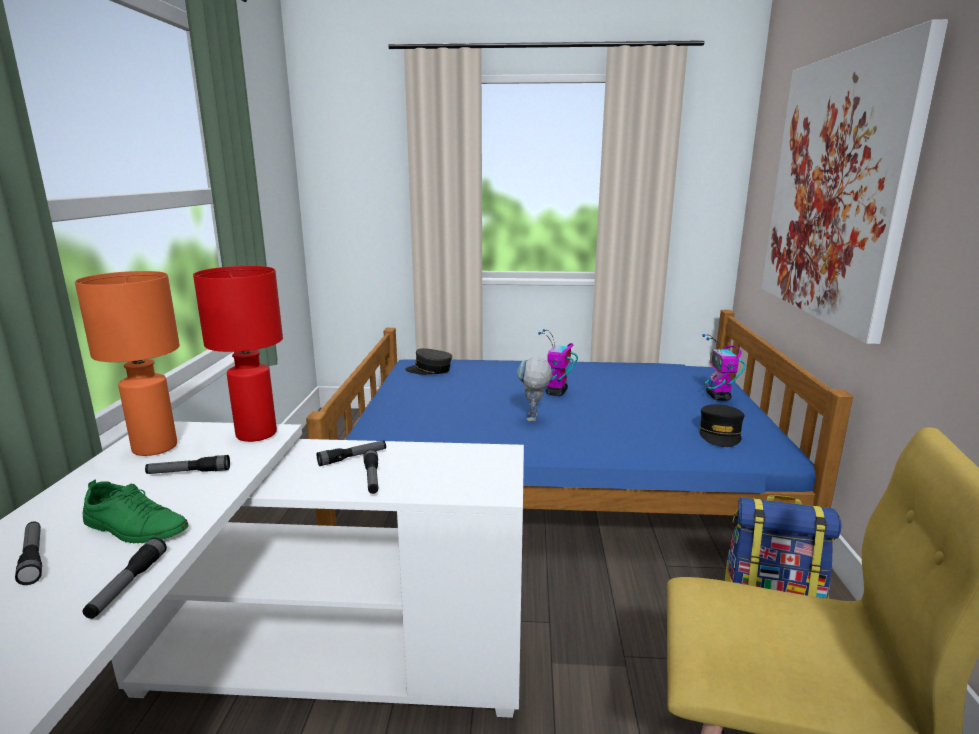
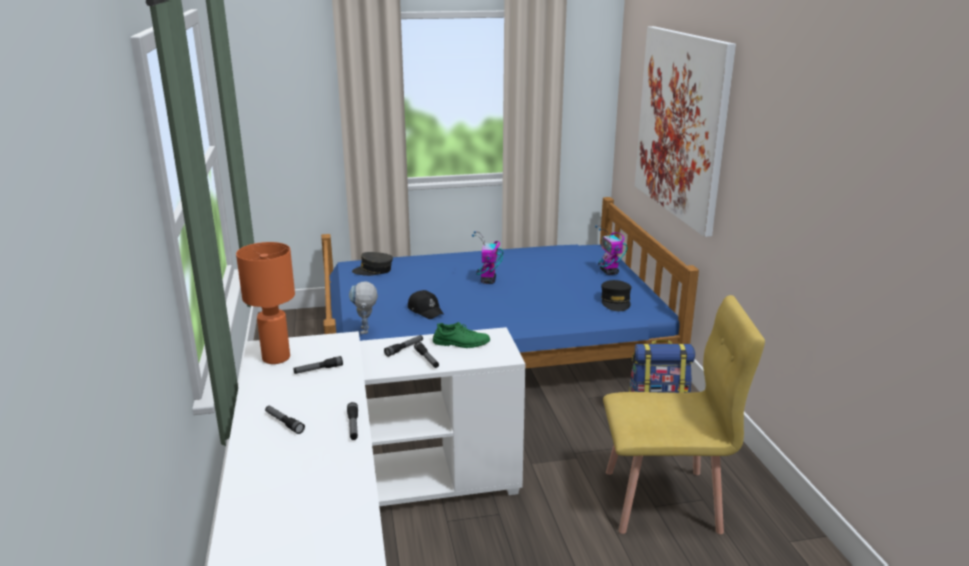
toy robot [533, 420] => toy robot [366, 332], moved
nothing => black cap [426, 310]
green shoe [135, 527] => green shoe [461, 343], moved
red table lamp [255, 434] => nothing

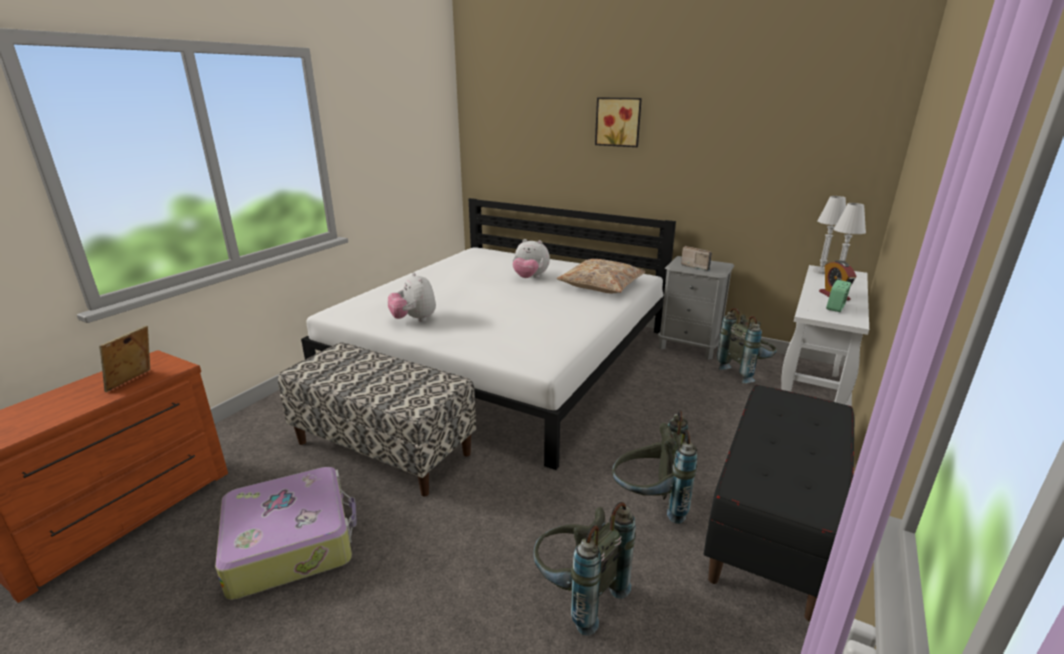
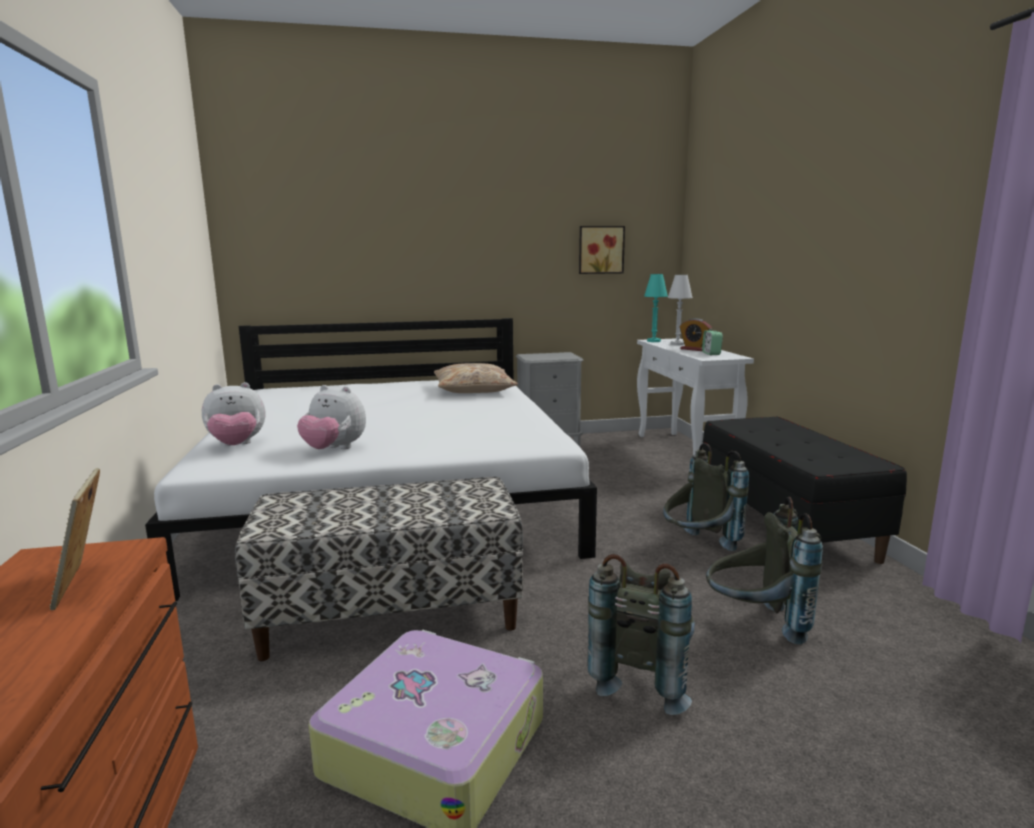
plush toy [530, 278] => plush toy [237, 446], moved
picture [618, 122] => picture [600, 250], moved
grey backpack [745, 372] => grey backpack [642, 678], moved
white table lamp [821, 271] => turquoise table lamp [653, 341]
radio [696, 266] => nothing

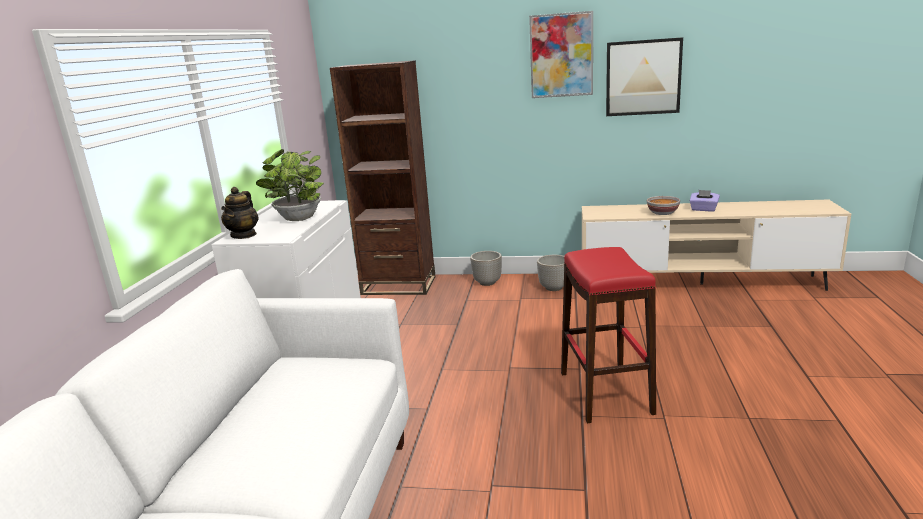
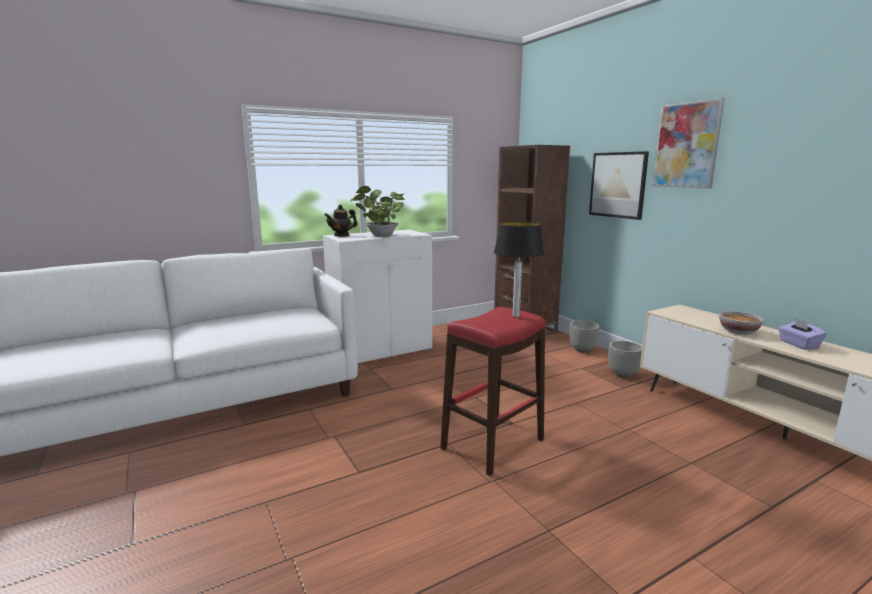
nothing => table lamp [516, 315]
picture [643, 77] => picture [618, 185], moved

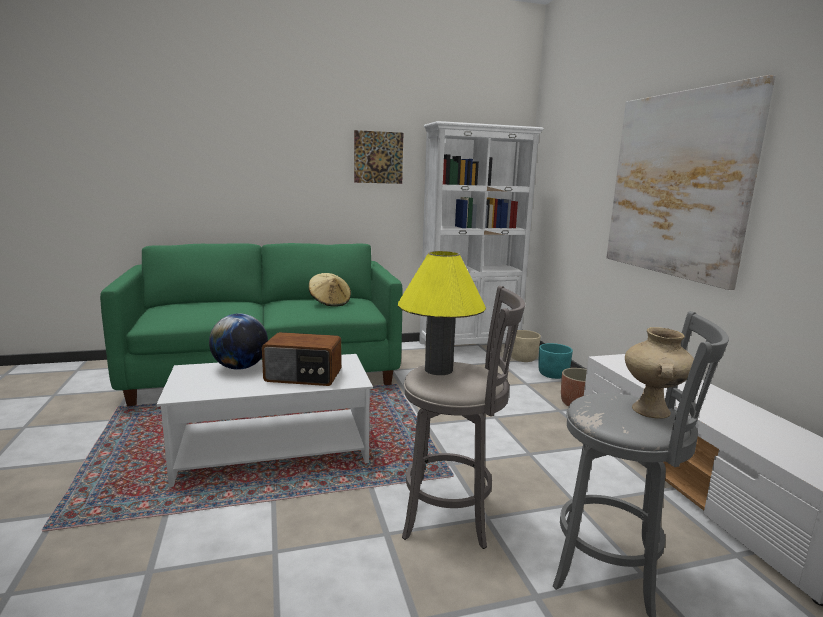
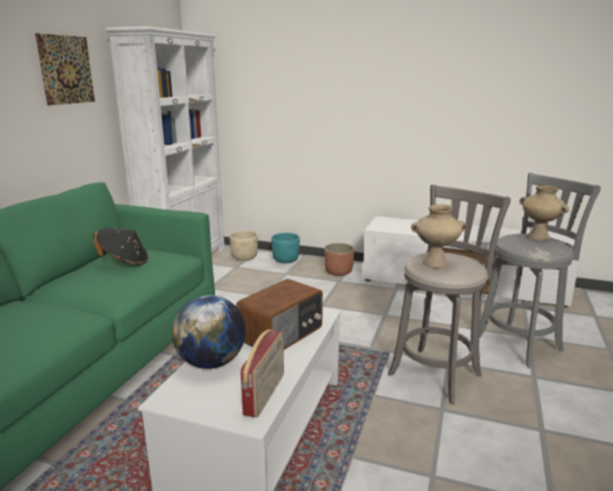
beige hat [330, 302] => black hat [125, 262]
nothing => radio [265, 394]
yellow table lamp [438, 370] => beige vase [434, 264]
picture [677, 185] => nothing

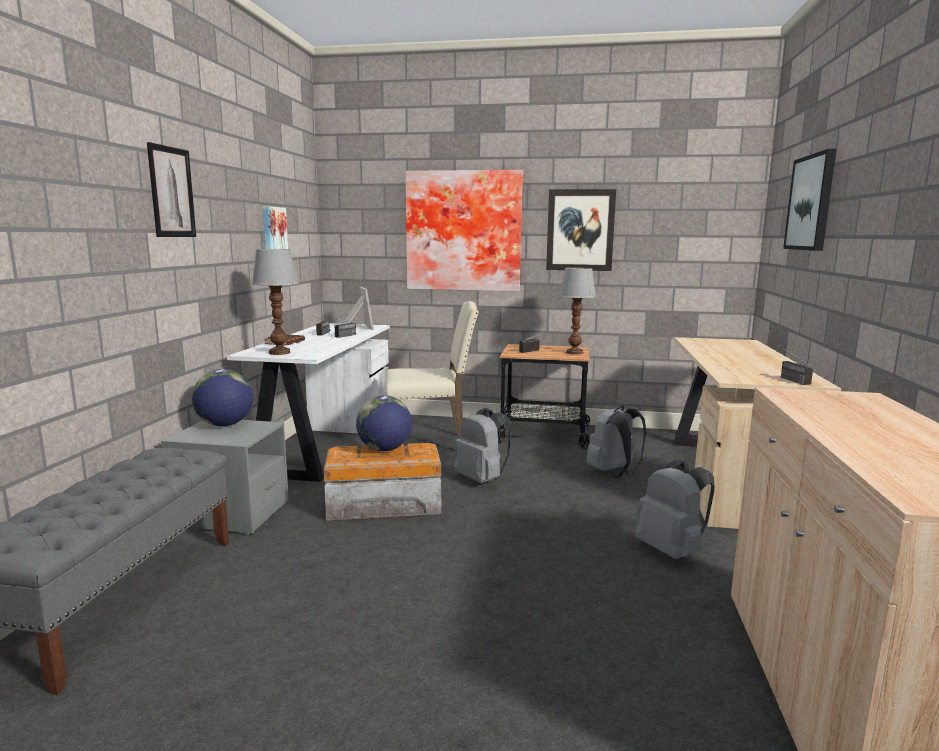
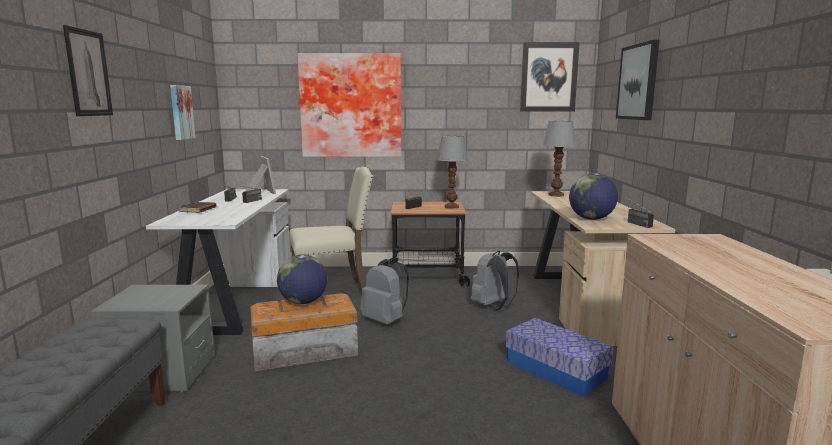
grey backpack [672, 551] => storage box [556, 370]
picture [580, 230] => picture [548, 77], moved
table lamp [279, 353] => table lamp [556, 195], moved
globe [225, 425] => globe [591, 219], moved

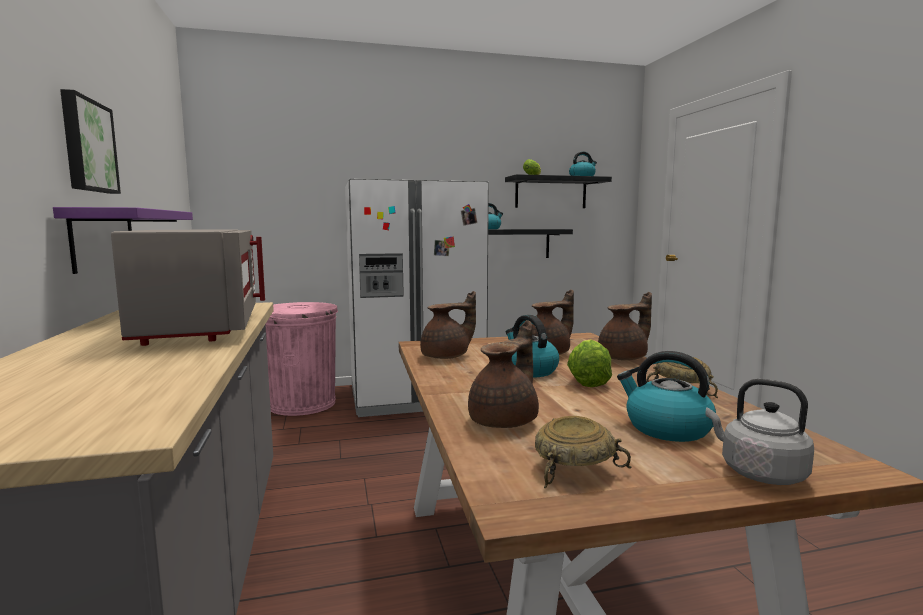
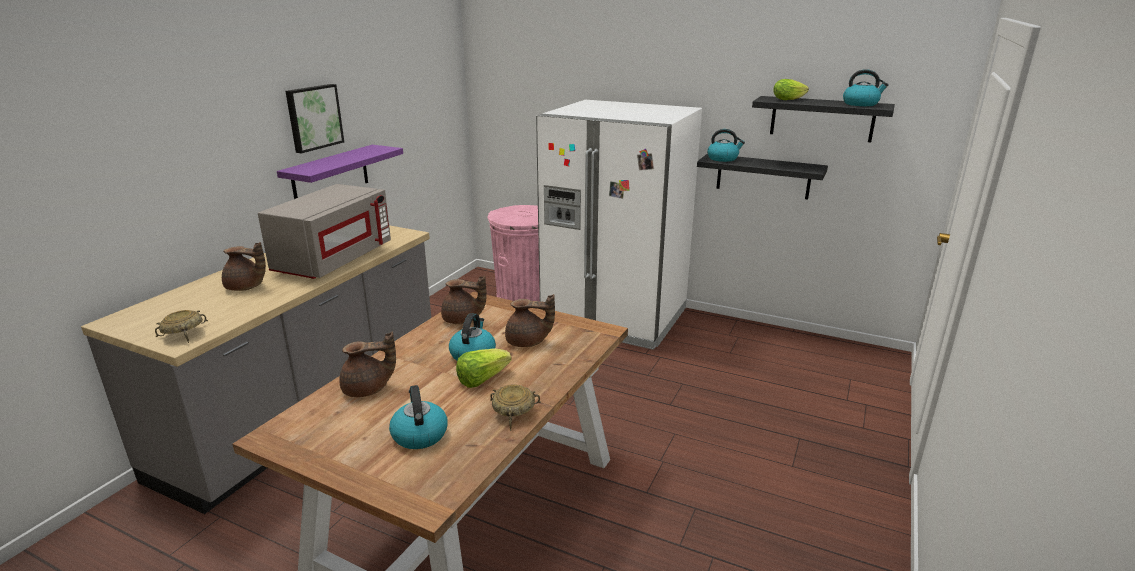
beige bowl [574, 467] => beige bowl [185, 334], moved
brown teapot [624, 358] => brown teapot [246, 287], moved
grey kettle [758, 472] => nothing

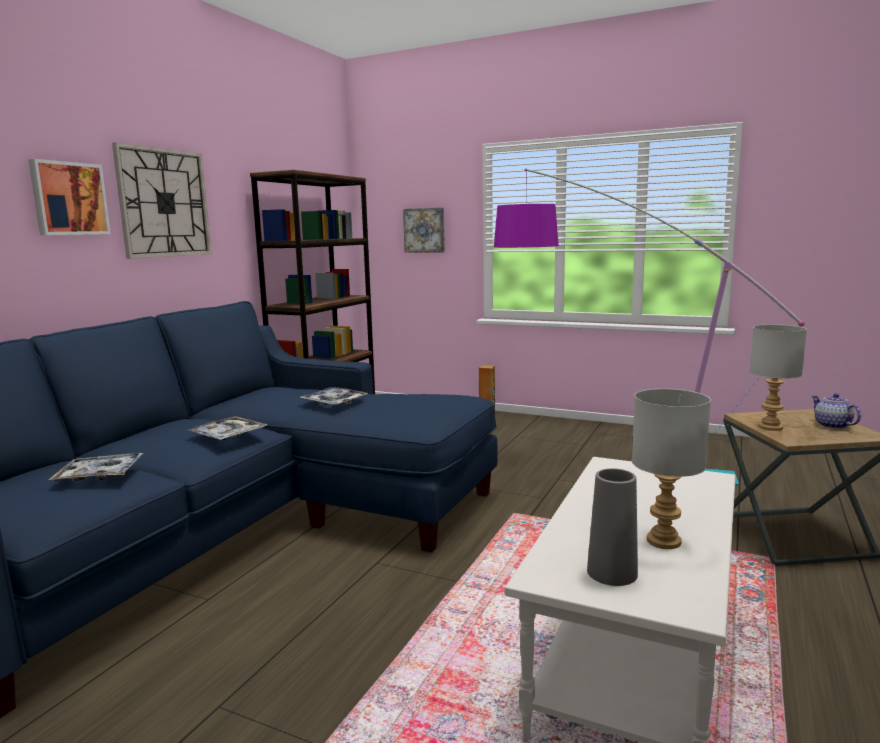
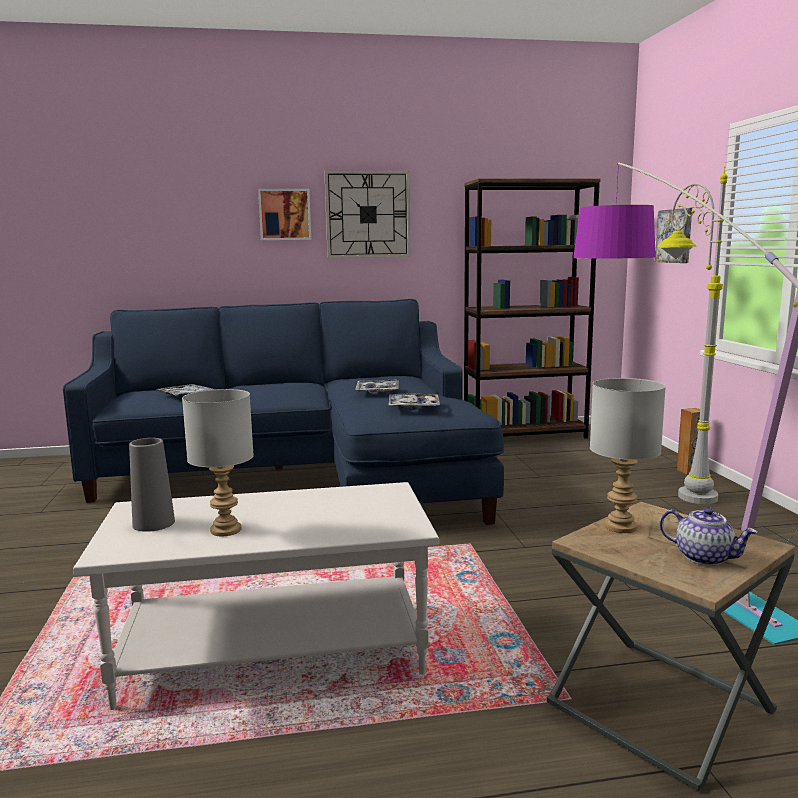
tray [228, 435] => tray [413, 407], moved
nothing => grey floor lamp [677, 487]
teapot [832, 425] => teapot [704, 557], 90 degrees clockwise

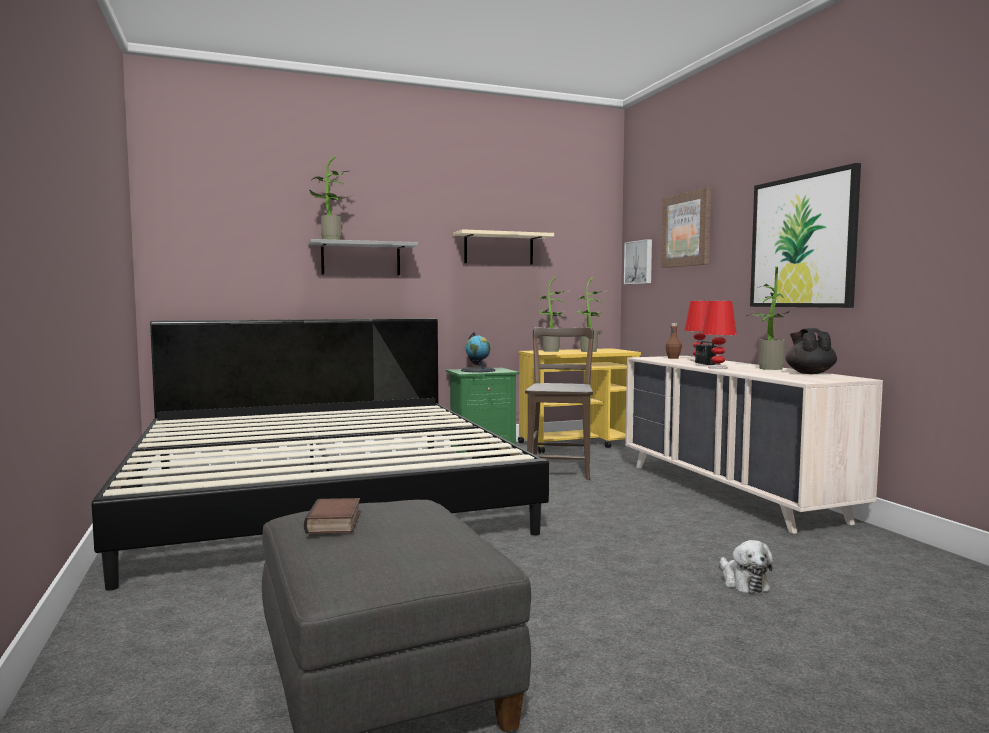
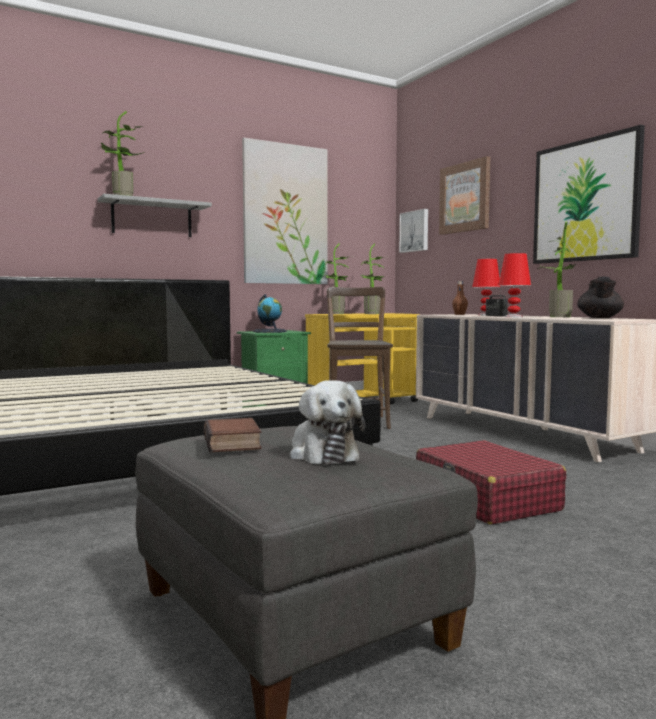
beige shelf [499, 248] => picture [285, 214]
plush toy [743, 582] => plush toy [322, 453], moved
nothing => red suitcase [486, 499]
black teapot [809, 373] => black teapot [599, 318], 150 degrees counterclockwise

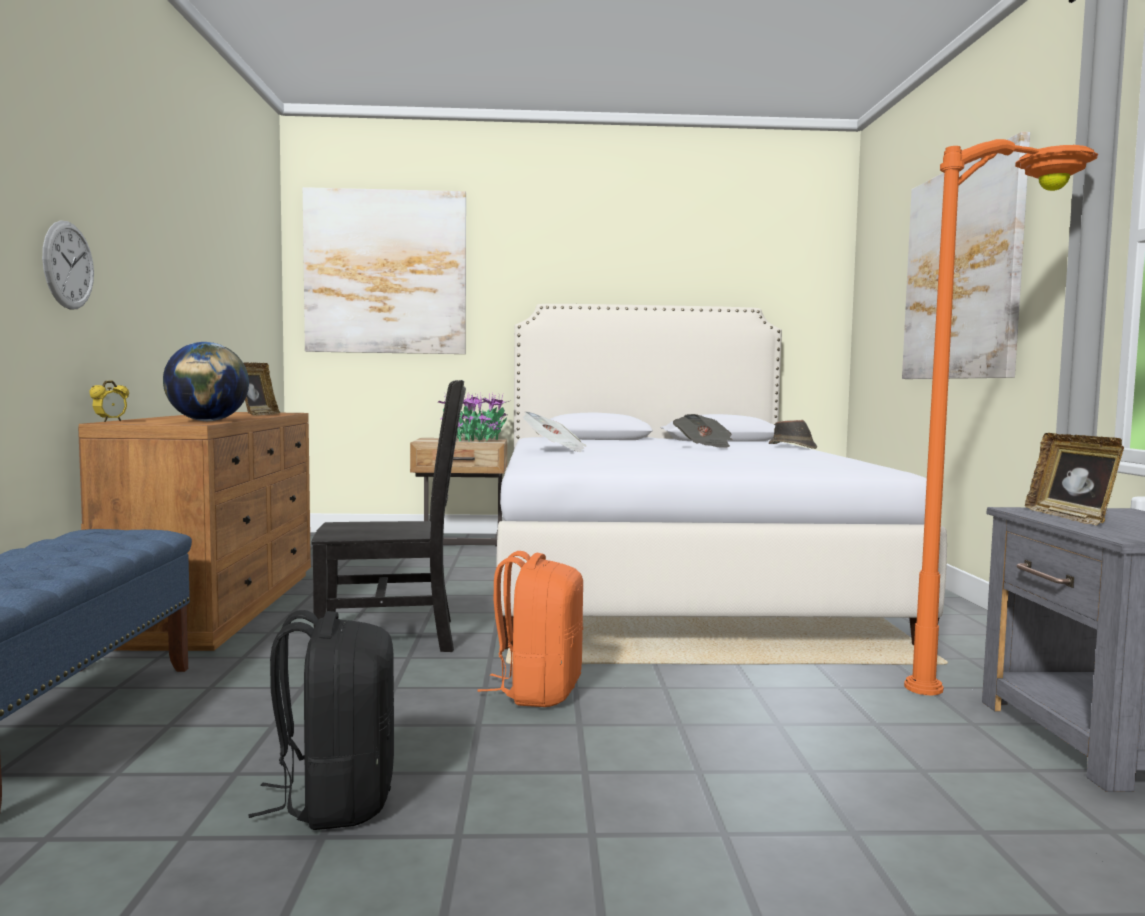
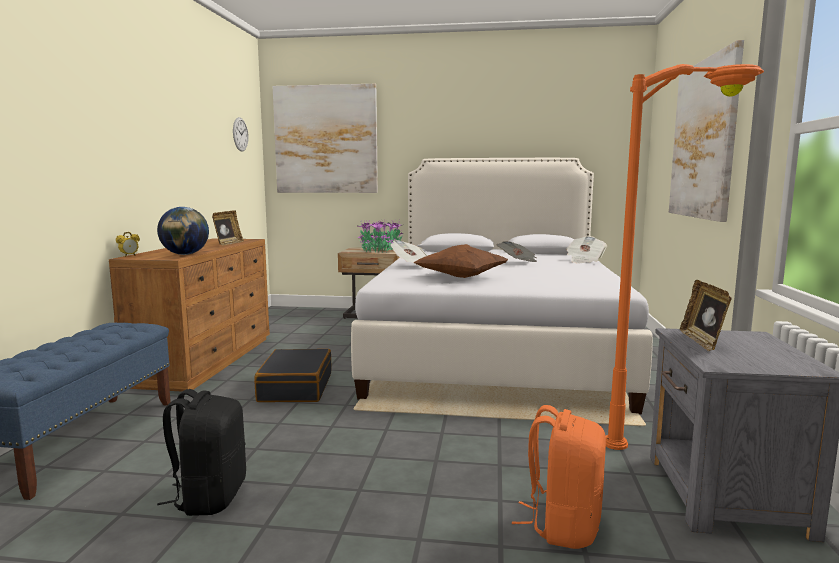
wall clock [68, 265] => wall clock [240, 134], moved
black chair [393, 638] => black suitcase [295, 387]
nothing => brown pillow [461, 277]
orange backpack [538, 691] => orange backpack [562, 525], moved
brown hat [792, 447] => newspaper [584, 261]

